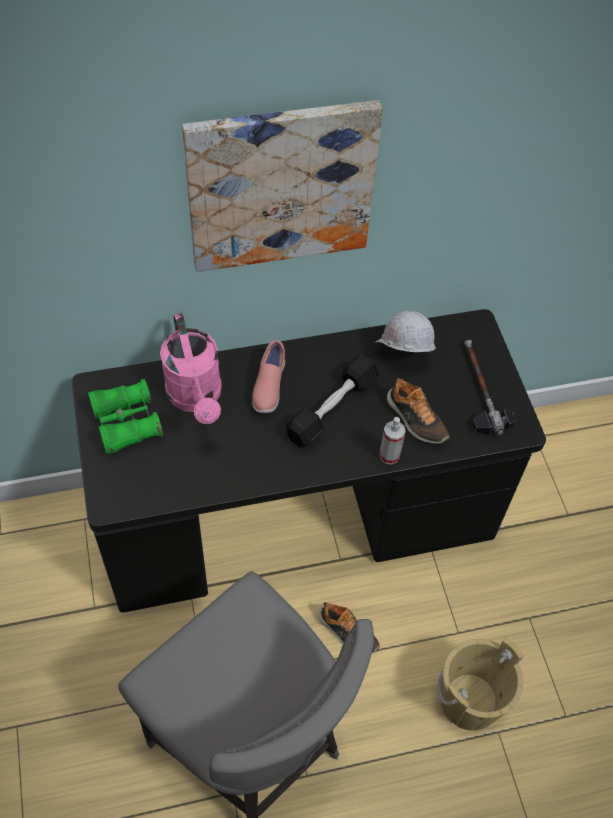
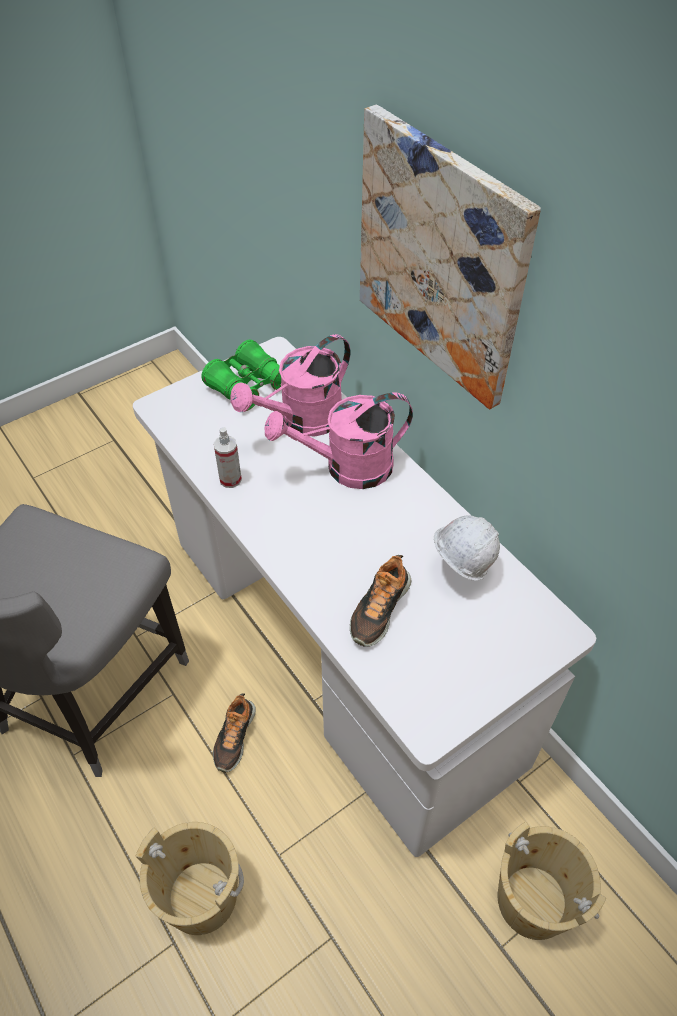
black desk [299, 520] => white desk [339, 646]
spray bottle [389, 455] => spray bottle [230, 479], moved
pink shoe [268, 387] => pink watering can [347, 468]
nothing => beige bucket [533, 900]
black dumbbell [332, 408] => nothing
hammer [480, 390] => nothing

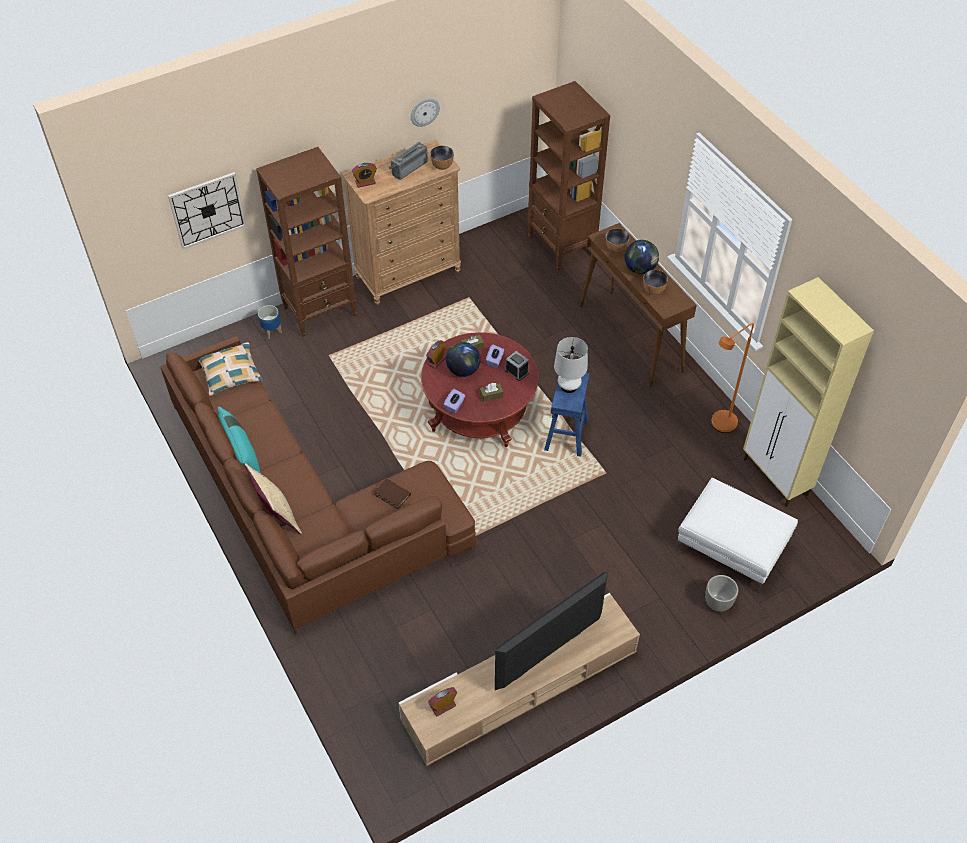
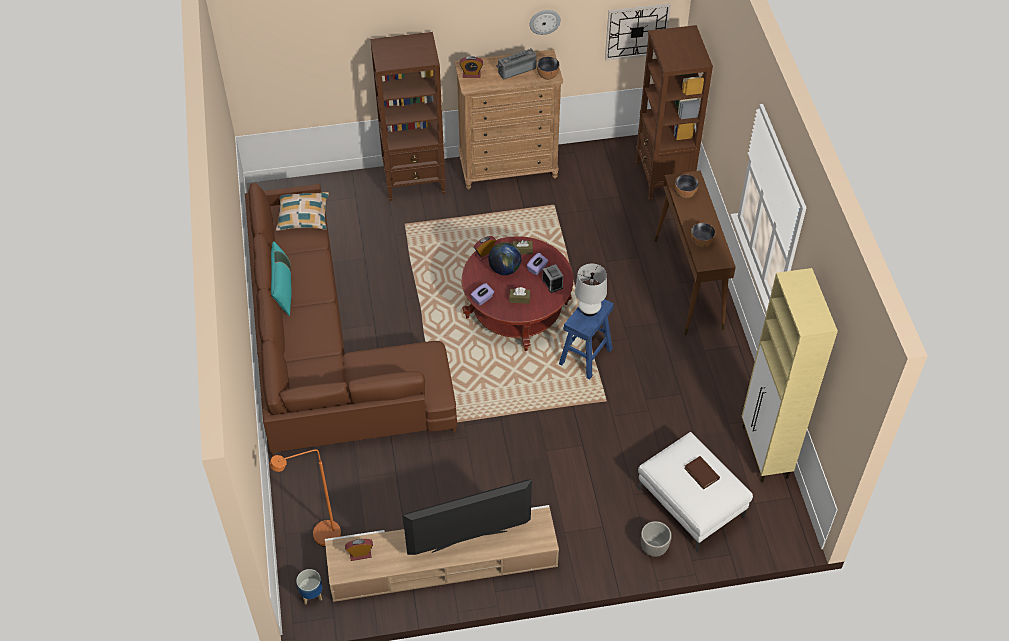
orange floor lamp [719, 426] => orange floor lamp [319, 537], moved
planter [271, 331] => planter [312, 594], moved
wall clock [207, 210] => wall clock [636, 31], moved
brown book [392, 494] => brown book [701, 473], moved
beige pillow [277, 516] => nothing
globe [640, 269] => nothing

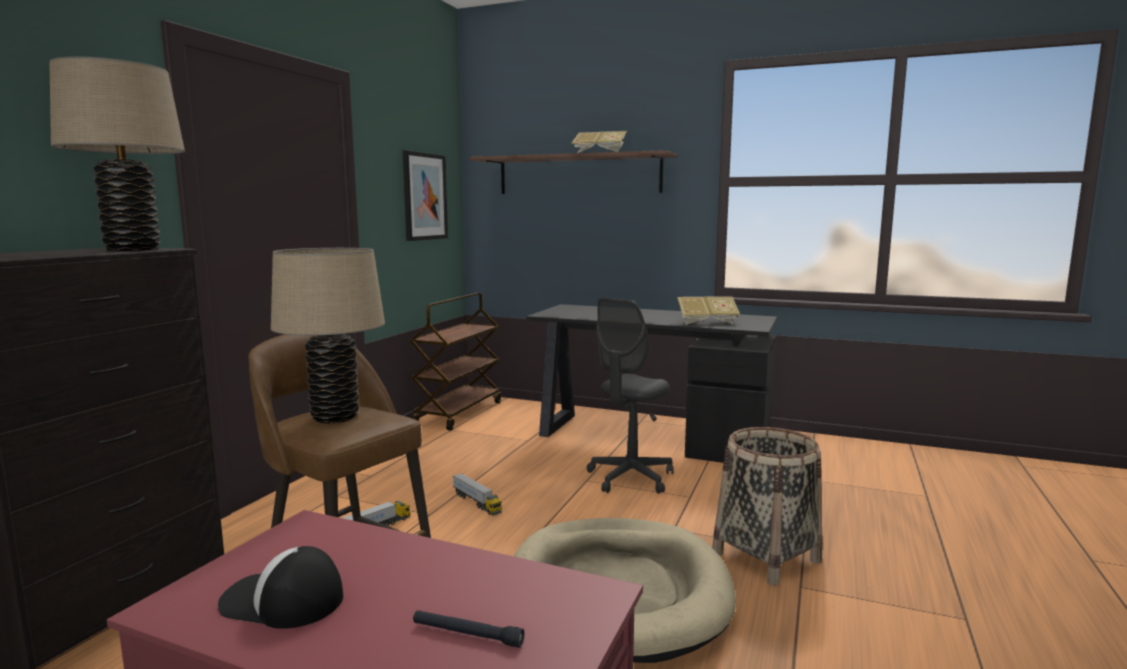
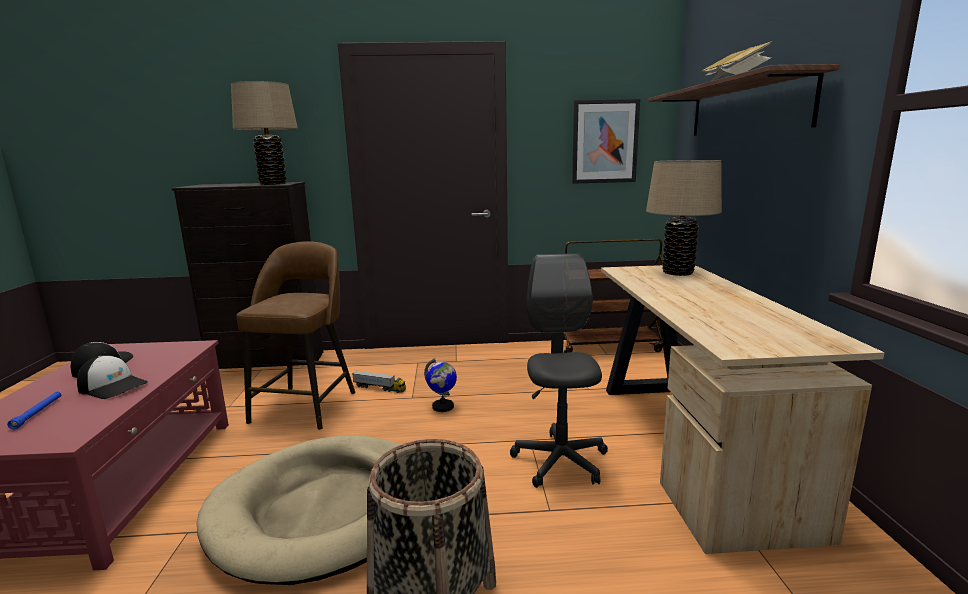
black flashlight [467, 634] => blue flashlight [38, 413]
nothing => cap [113, 386]
toy truck [476, 502] => globe [443, 407]
grey office chair [630, 478] => grey office chair [560, 461], 75 degrees clockwise
black desk [648, 436] => beige desk [690, 445]
beige table lamp [335, 417] => beige table lamp [677, 272], moved
book [706, 322] => nothing

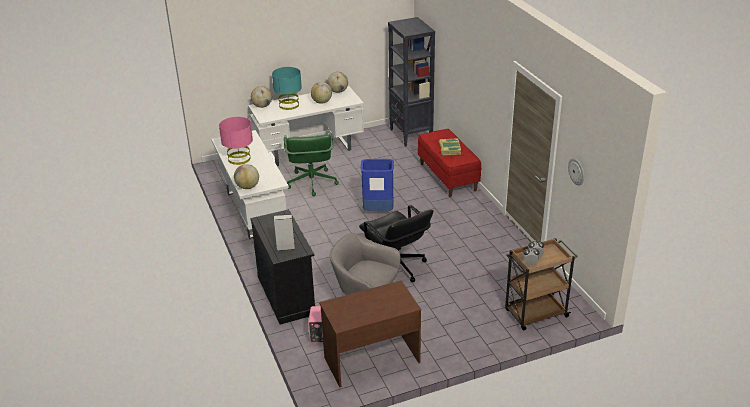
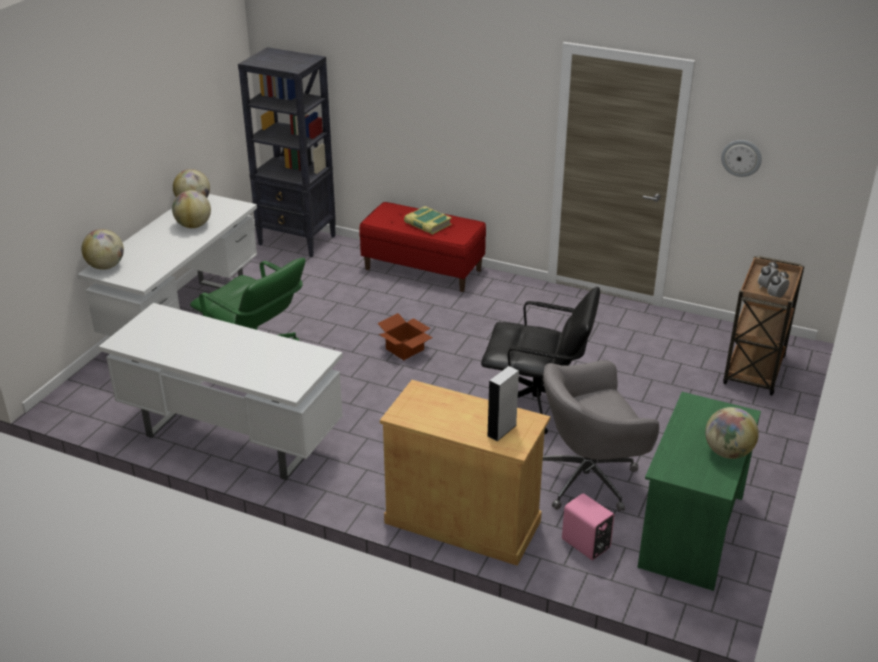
blue trash can [378, 211] => cardboard box [405, 350]
black cabinet [286, 295] => beige cabinet [463, 521]
brown desk [371, 359] => green desk [689, 531]
globe [247, 187] => globe [727, 452], moved
pink table lamp [239, 158] => nothing
turquoise table lamp [289, 105] => nothing

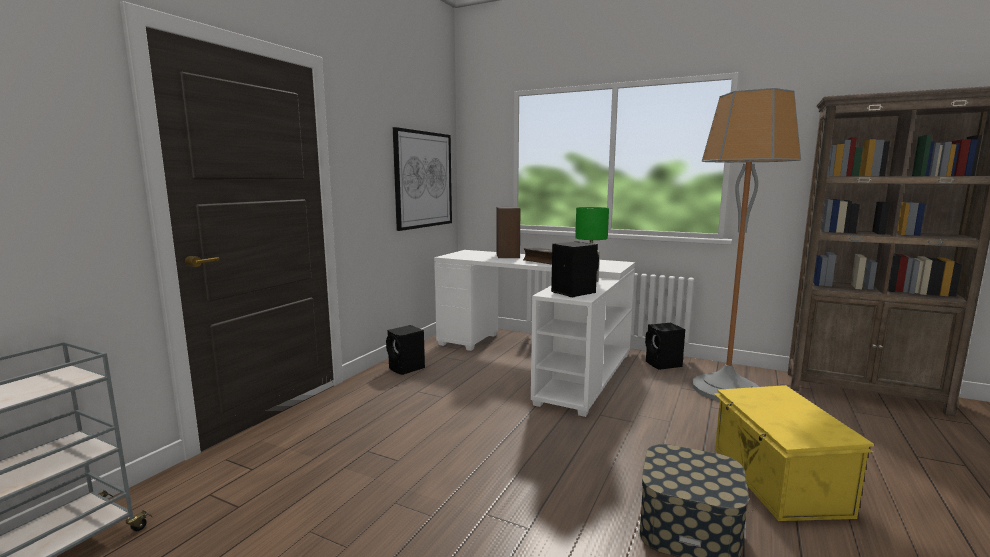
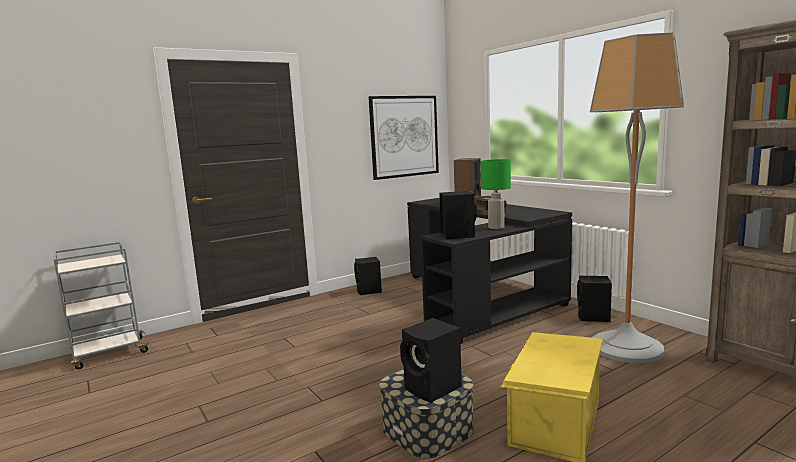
nothing => black speaker [433, 389]
white desk [541, 359] => black desk [481, 298]

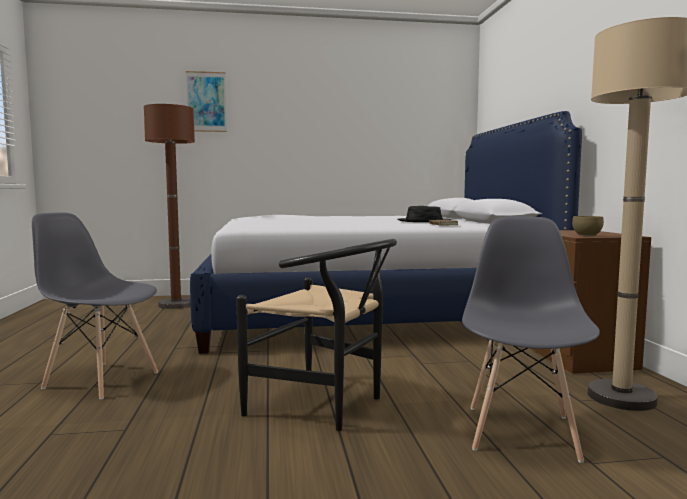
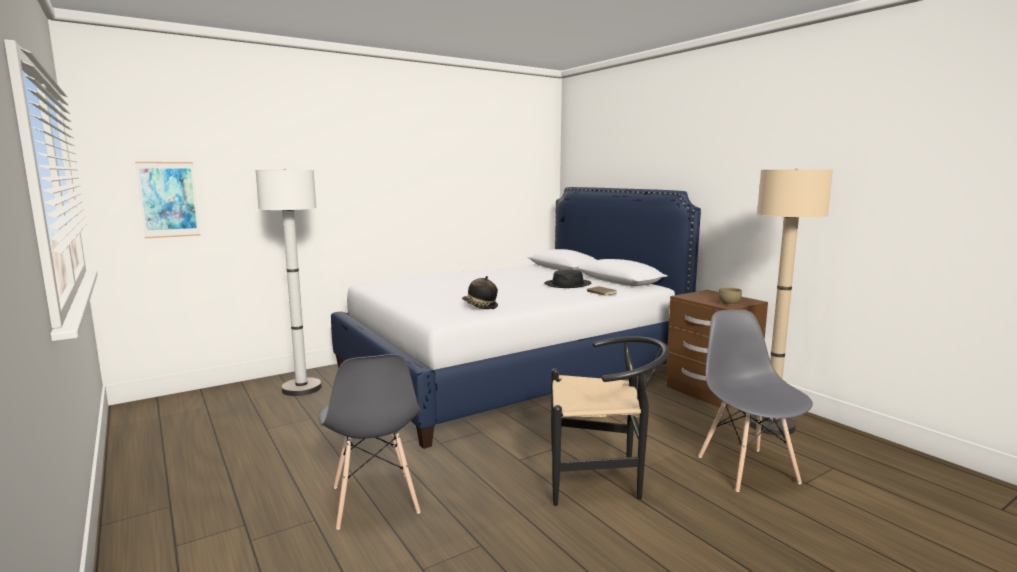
picture [206, 102] => picture [168, 199], moved
brown floor lamp [176, 305] => white floor lamp [301, 388]
grey chair [101, 379] => grey chair [374, 500], 105 degrees counterclockwise
nothing => hat [479, 306]

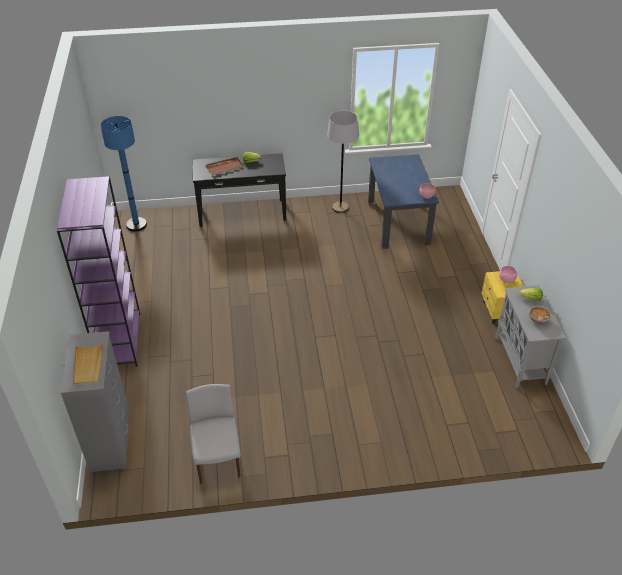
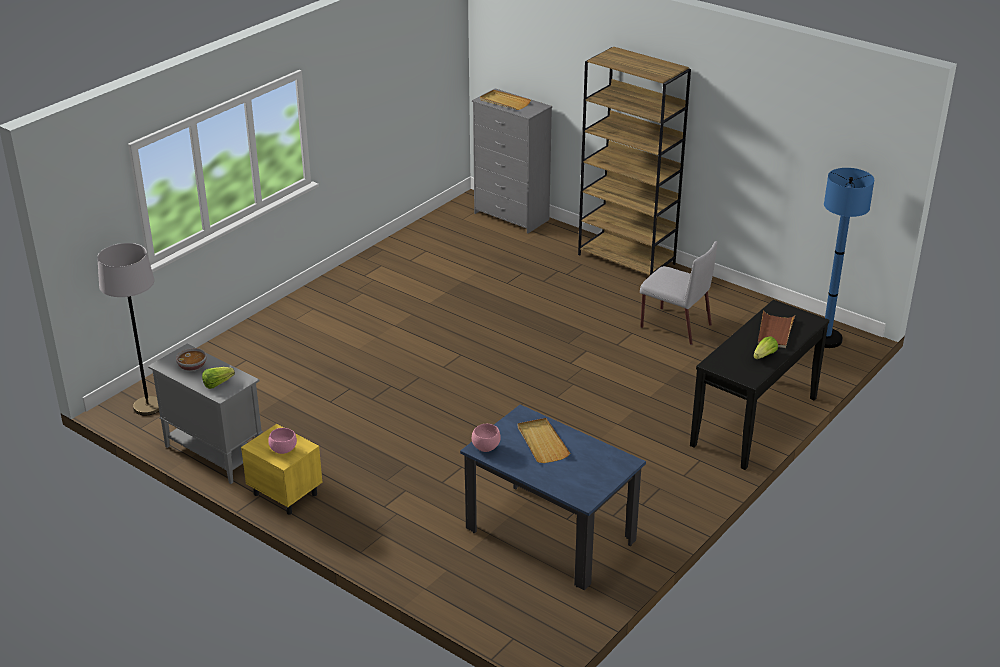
grey floor lamp [340, 208] => grey floor lamp [148, 407], moved
nothing => beige tray [542, 442]
purple bookcase [119, 340] => brown bookcase [627, 259]
grey chair [218, 460] => grey chair [674, 326], moved

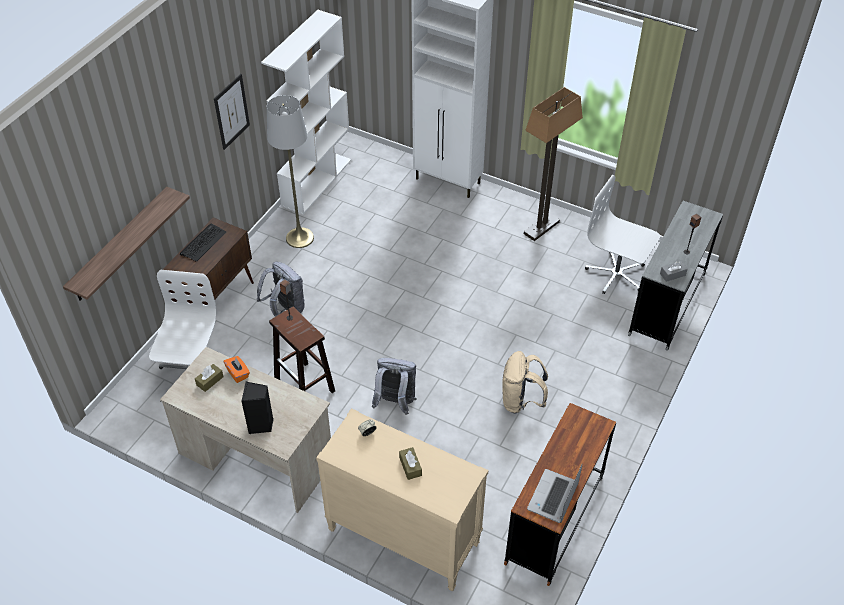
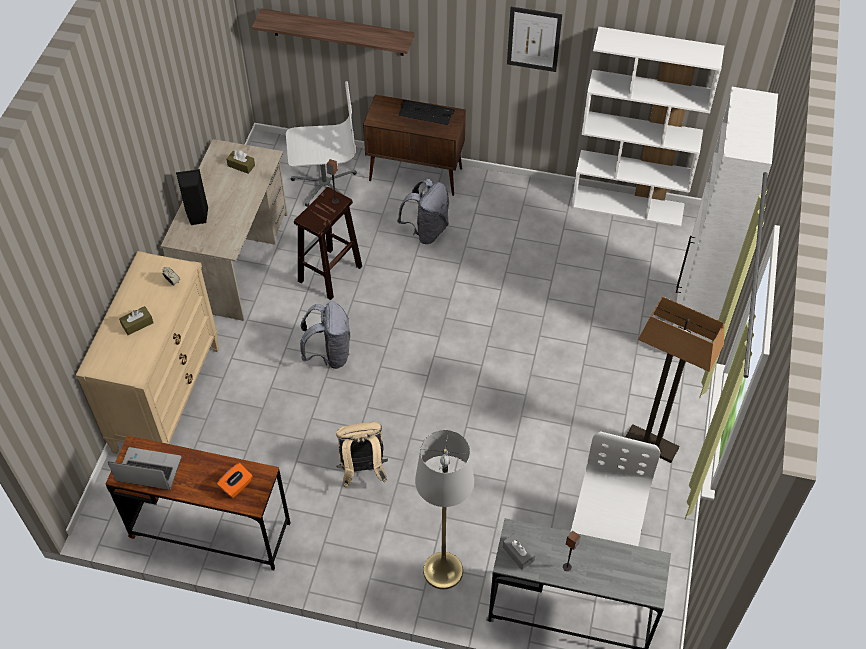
orange tissue box [238, 373] => orange tissue box [236, 486], moved
grey floor lamp [300, 238] => grey floor lamp [443, 570], moved

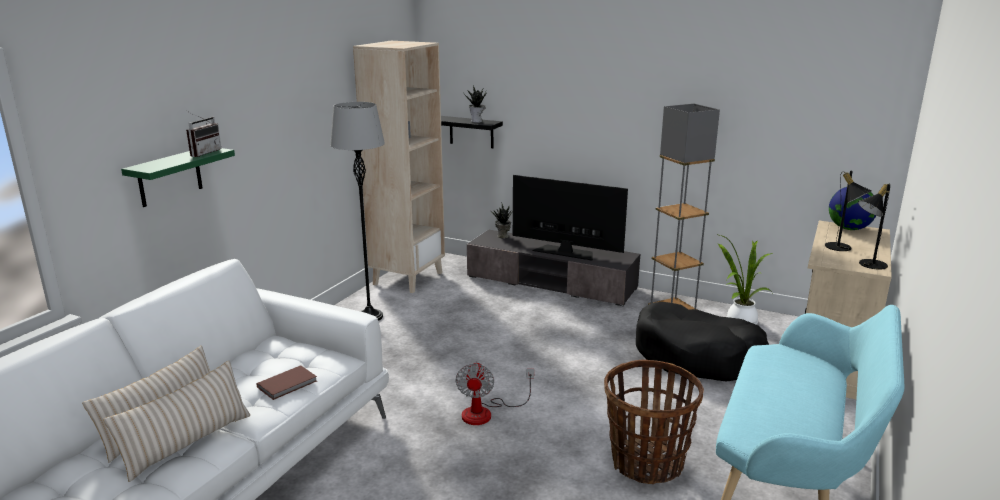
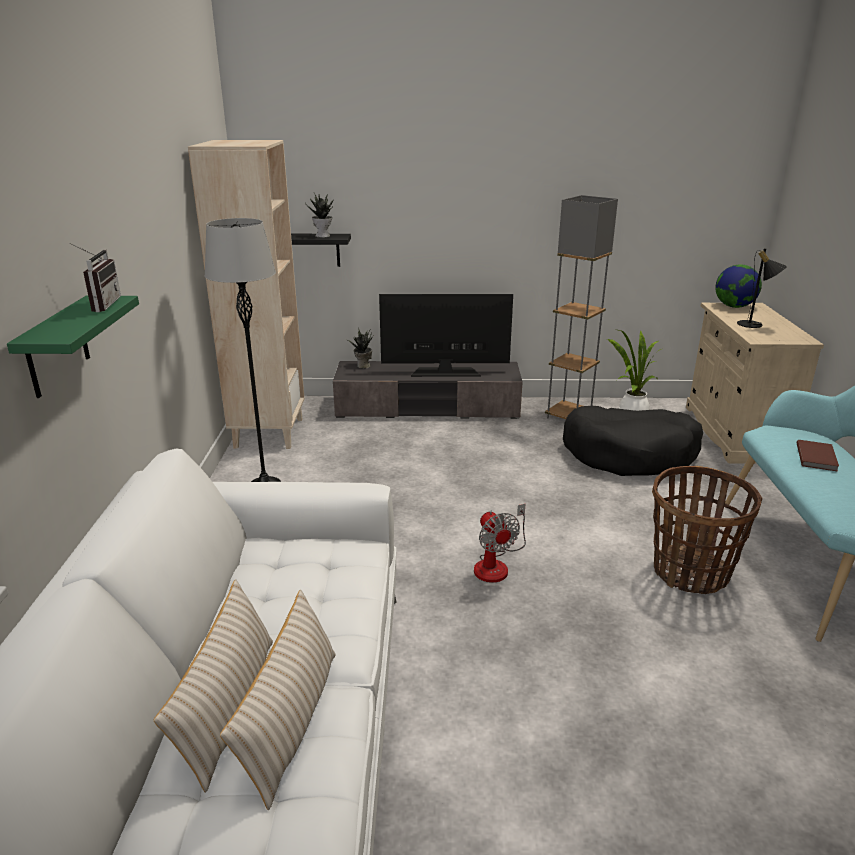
brown book [288, 384] => brown book [817, 457], moved
black table lamp [868, 264] => nothing

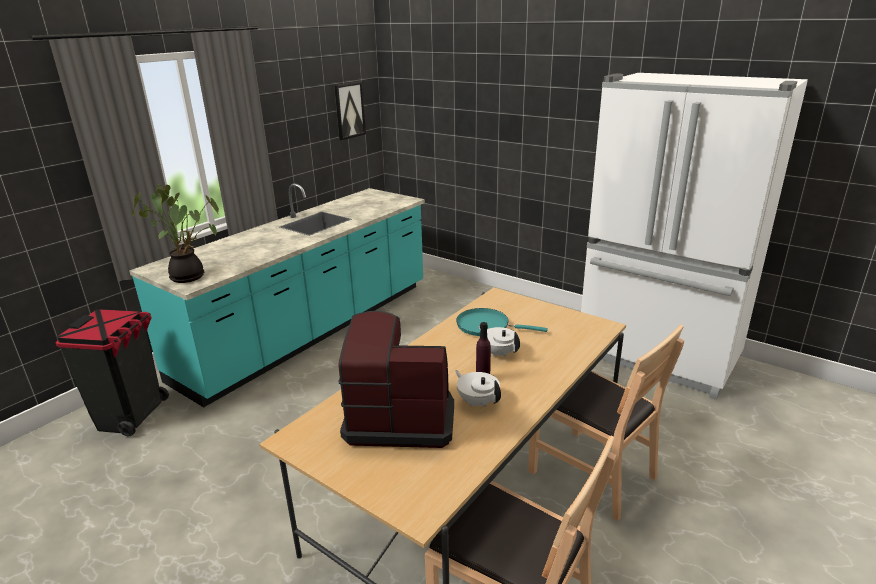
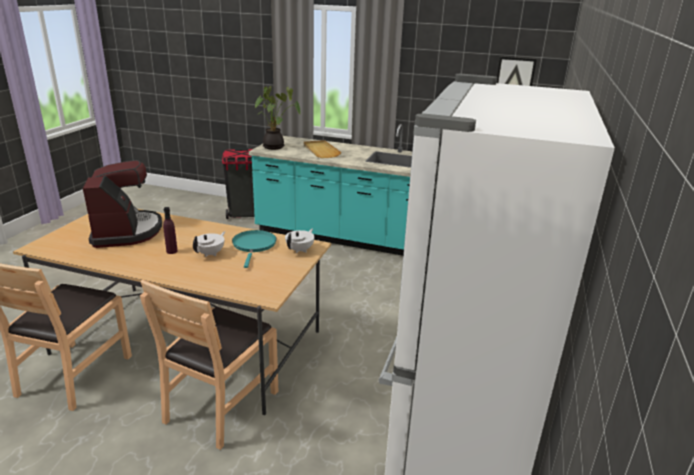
white teapot [477, 401] => white teapot [300, 250], moved
nothing => beige tray [320, 151]

